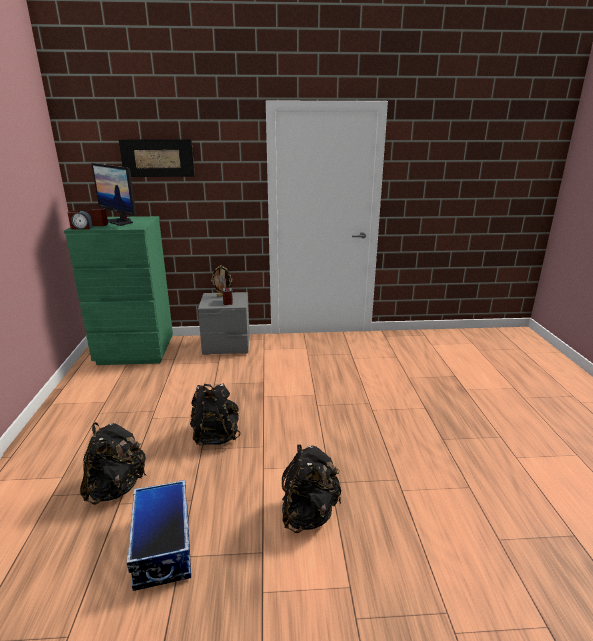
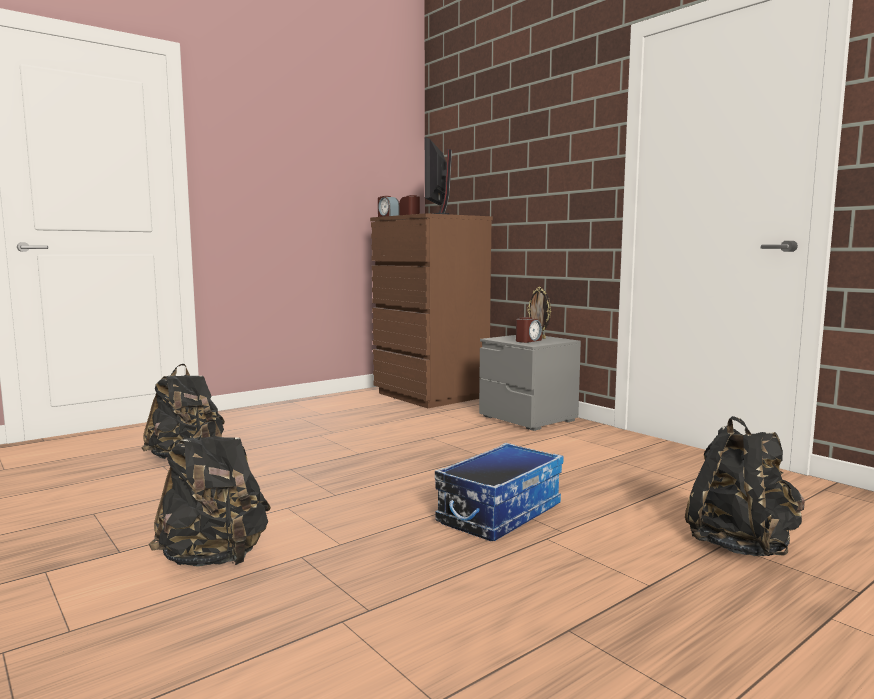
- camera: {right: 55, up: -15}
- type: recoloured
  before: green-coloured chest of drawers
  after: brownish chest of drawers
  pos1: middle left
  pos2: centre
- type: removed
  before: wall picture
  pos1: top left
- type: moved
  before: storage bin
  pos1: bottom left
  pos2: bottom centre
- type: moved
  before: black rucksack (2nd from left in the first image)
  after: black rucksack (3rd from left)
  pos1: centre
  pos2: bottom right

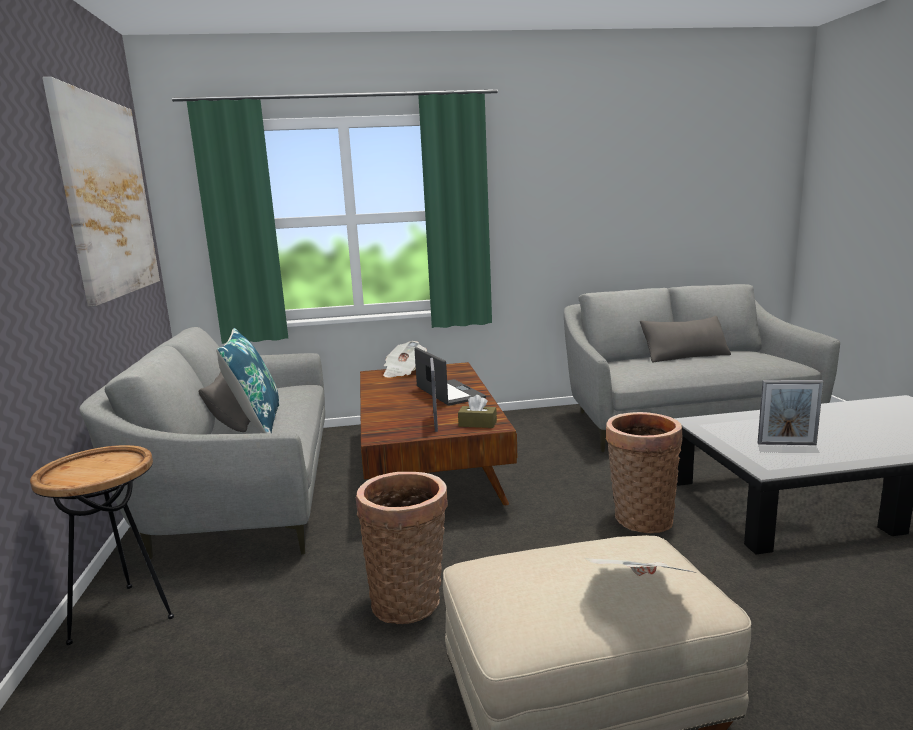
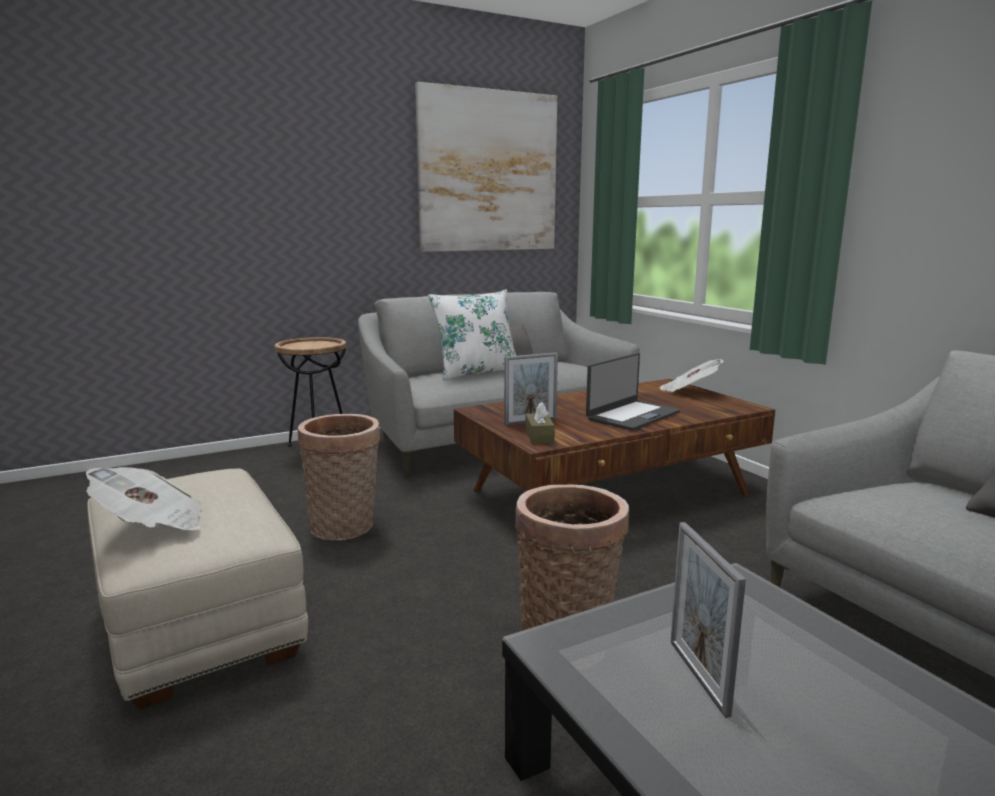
- camera: {right: 70, up: 0}
- type: recoloured
  before: blue pillow
  after: whitish pillow
  pos1: middle left
  pos2: centre

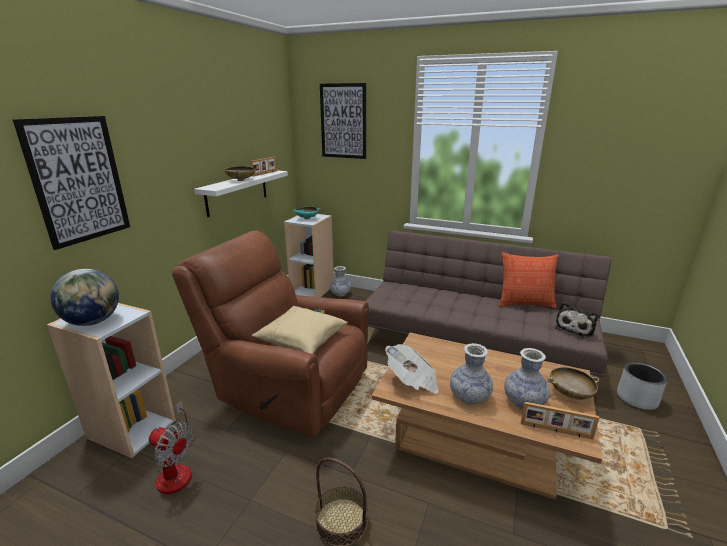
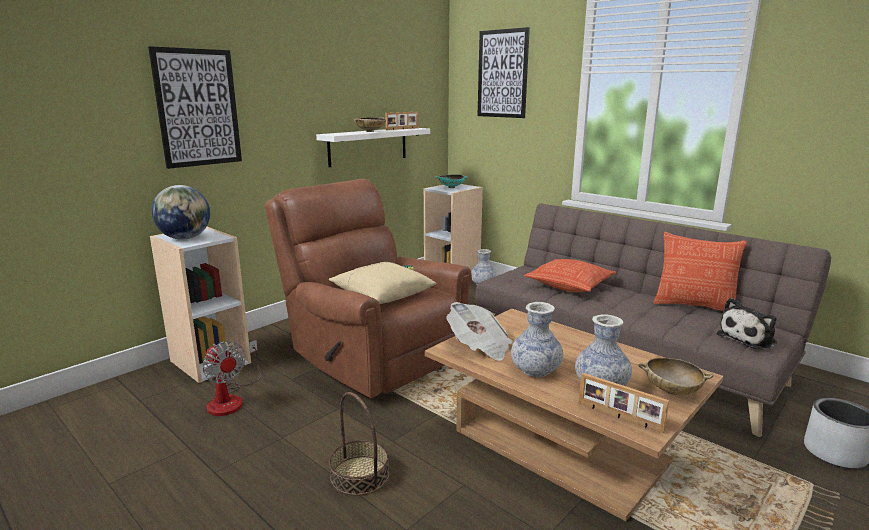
- camera: {right: 20, up: -5}
- type: added
  after: orange-coloured pillow (1st from left)
  pos2: centre

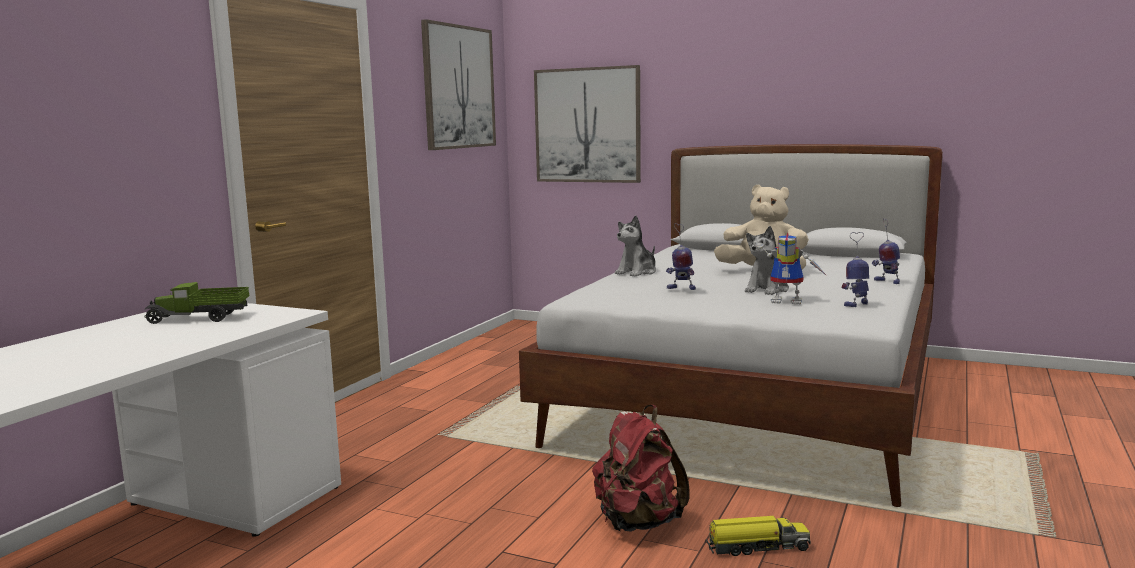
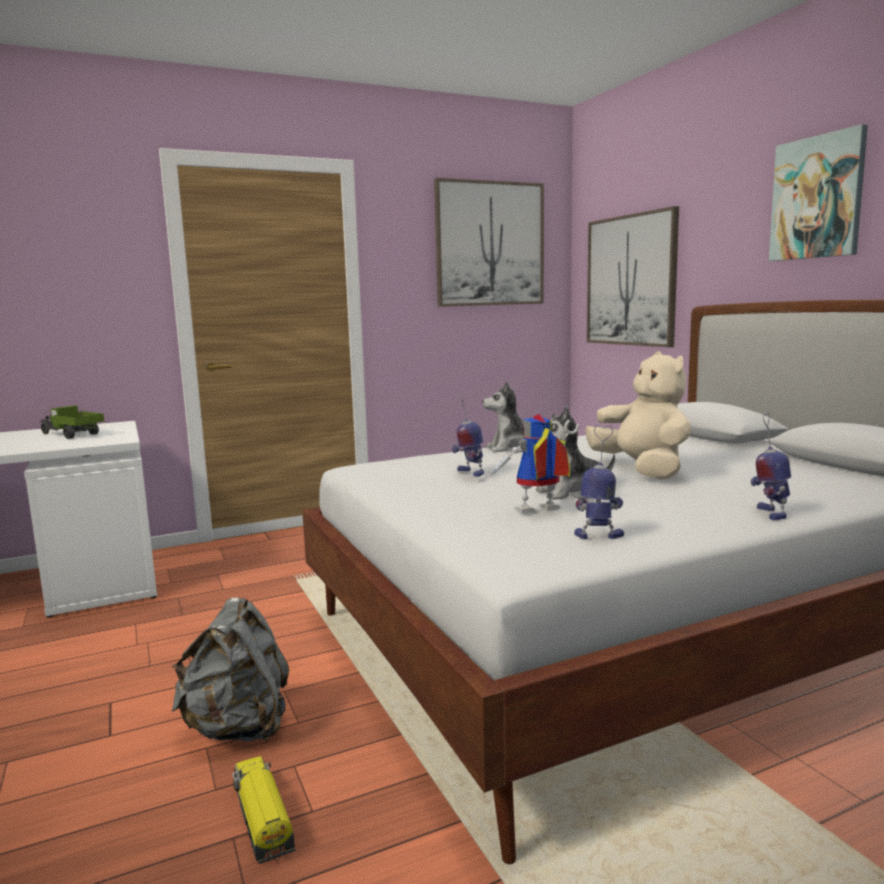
- camera: {right: 40, up: 0}
- type: recoloured
  before: reddish rucksack
  after: gray rucksack
  pos1: bottom centre
  pos2: bottom left
- type: turned
  before: toy truck (2nd from left)
  pos1: bottom right
  pos2: bottom left
  turn: -150
- type: turned
  before: robot figure (2nd from left)
  pos1: middle right
  pos2: centre
  turn: 105
- type: added
  after: wall picture (3rd from left)
  pos2: top right

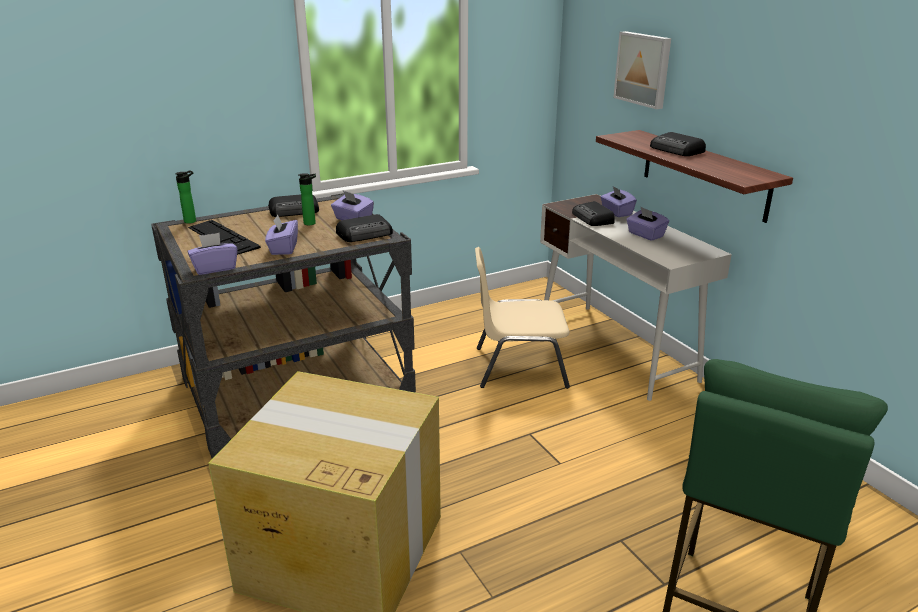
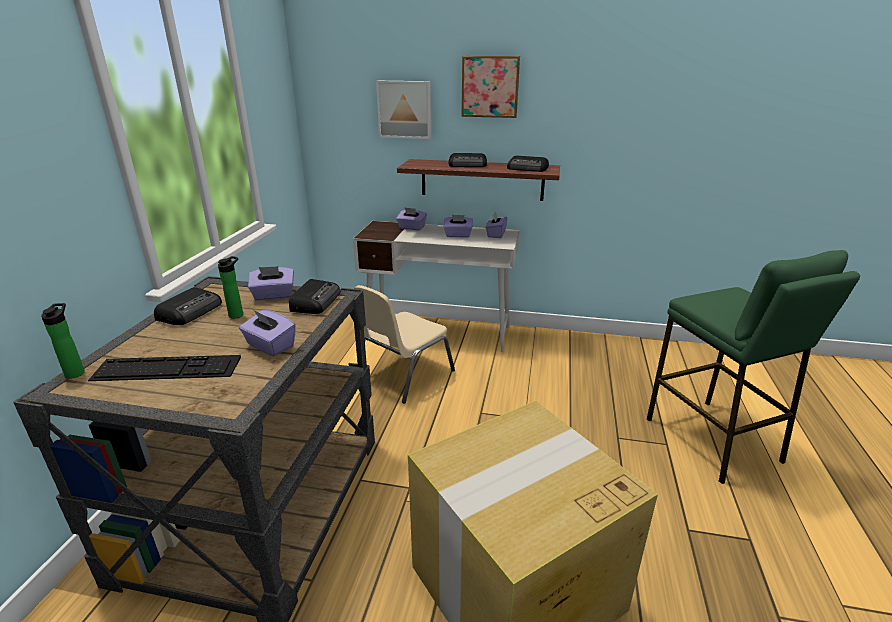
- camera: {right: -50, up: 0}
- type: moved
  before: purple-coloured tissue box (1st from left in the first image)
  after: purple-coloured tissue box (5th from left)
  pos1: middle left
  pos2: centre
- type: moved
  before: radio receiver (3rd from left in the first image)
  after: radio receiver (4th from left)
  pos1: centre
  pos2: top centre
- type: added
  after: wall picture (2nd from left)
  pos2: top centre

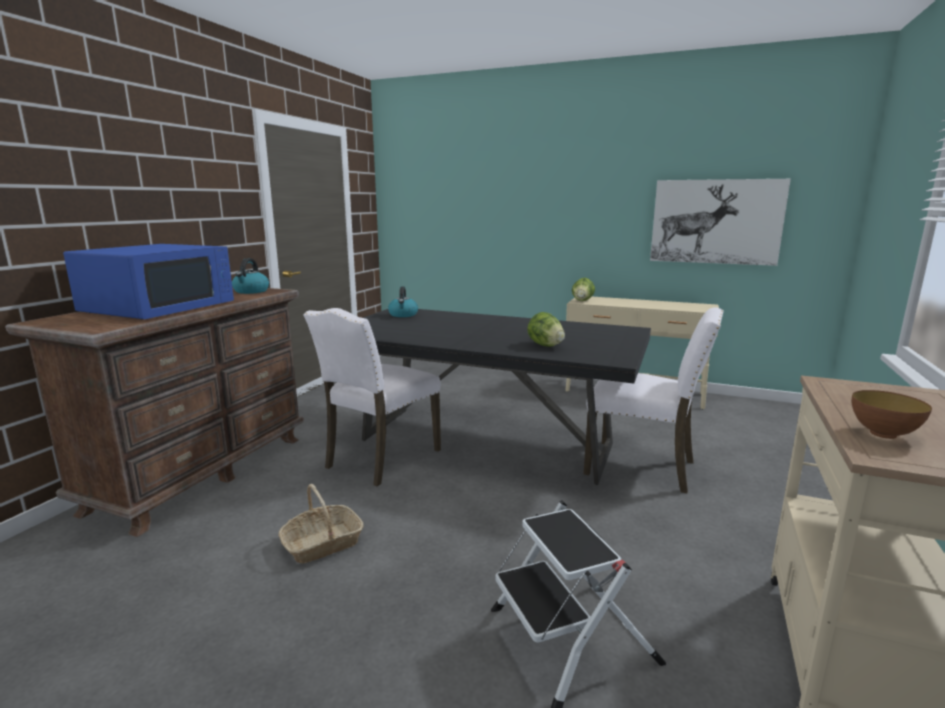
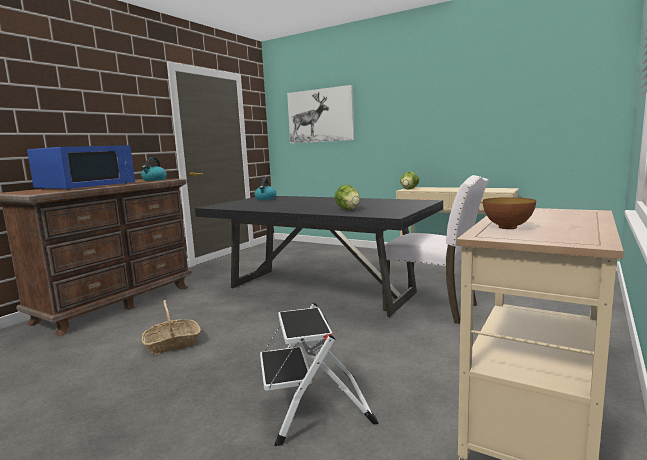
- camera: {right: 10, up: -5}
- type: removed
  before: whitish plain chair (1st from left)
  pos1: centre
- type: moved
  before: wall picture
  pos1: top right
  pos2: top centre

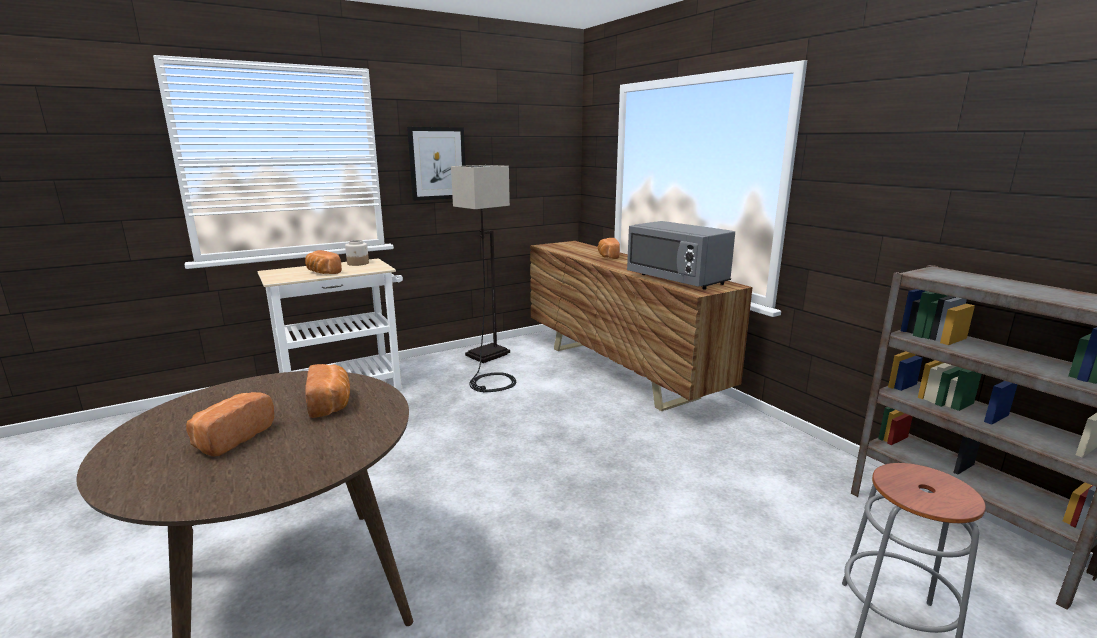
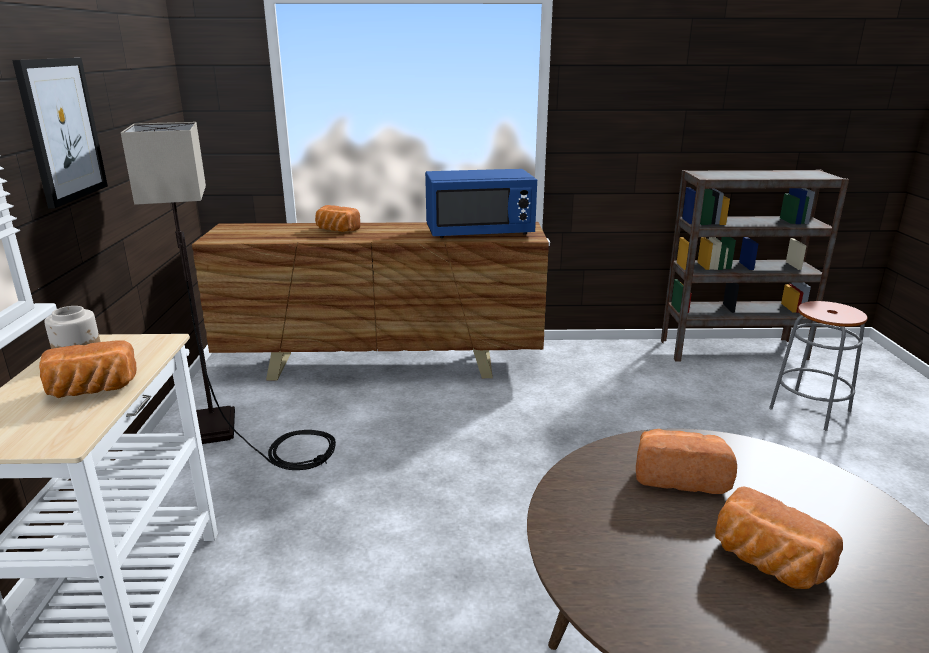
- camera: {right: -60, up: 5}
- type: recoloured
  before: gray microwave
  after: blue microwave
  pos1: centre
  pos2: top centre

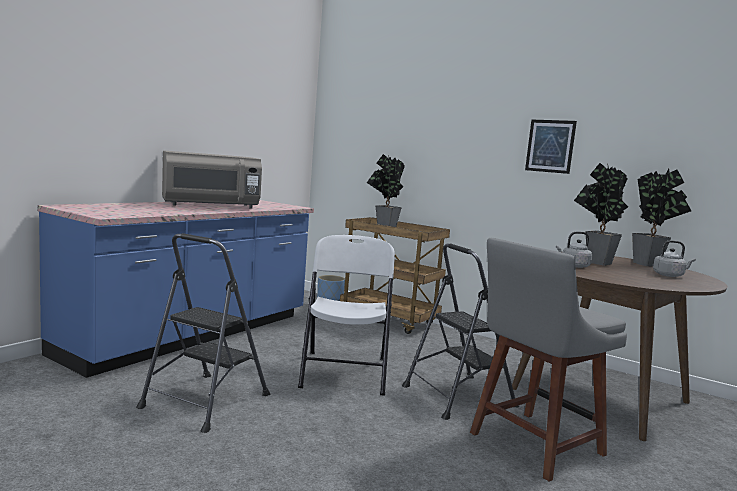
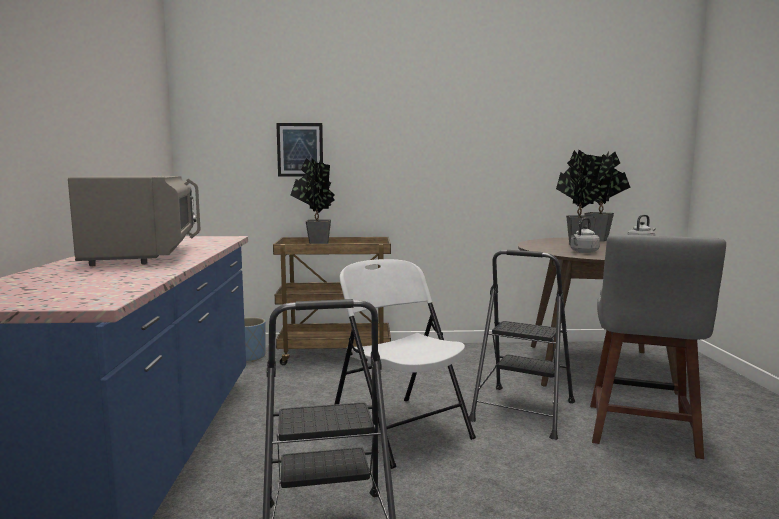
- camera: {right: -35, up: 0}
- type: turned
  before: gray microwave
  pos1: middle left
  pos2: middle left
  turn: -45
- type: moved
  before: wall picture
  pos1: top right
  pos2: top centre

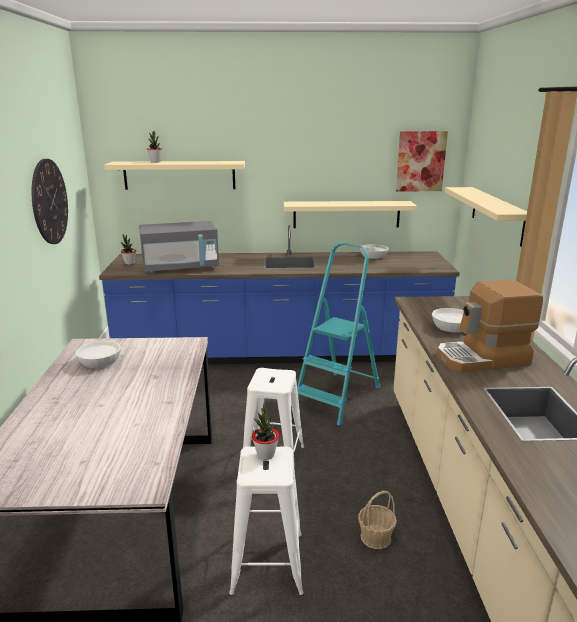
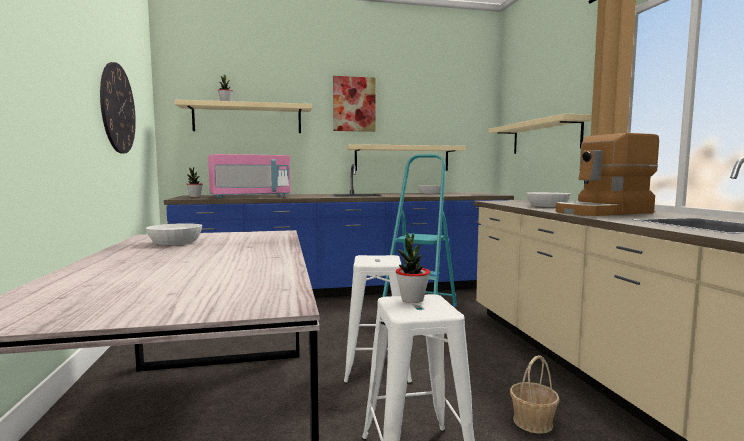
- camera: {right: -10, up: -15}
- type: recoloured
  before: gray microwave
  after: pink microwave
  pos1: middle left
  pos2: centre
- type: moved
  before: wall picture
  pos1: top right
  pos2: top centre

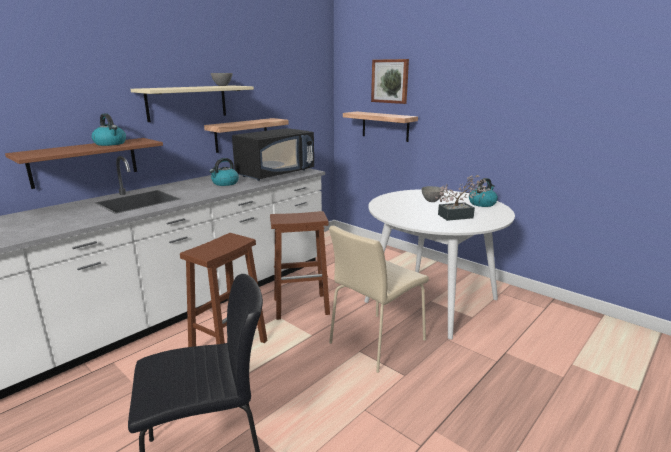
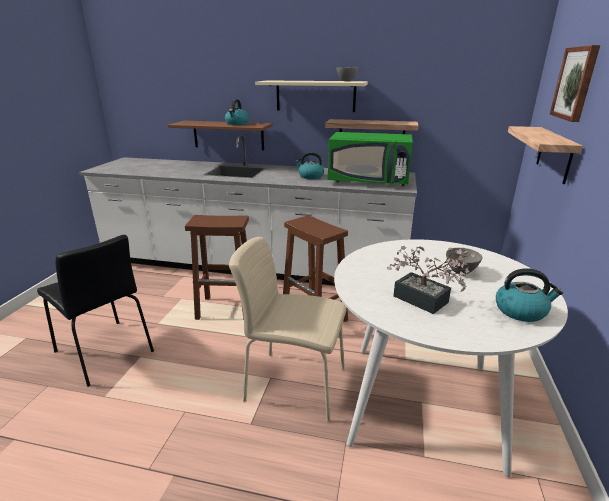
- camera: {right: 60, up: 5}
- type: recoloured
  before: black microwave
  after: green-coloured microwave
  pos1: centre
  pos2: top centre

